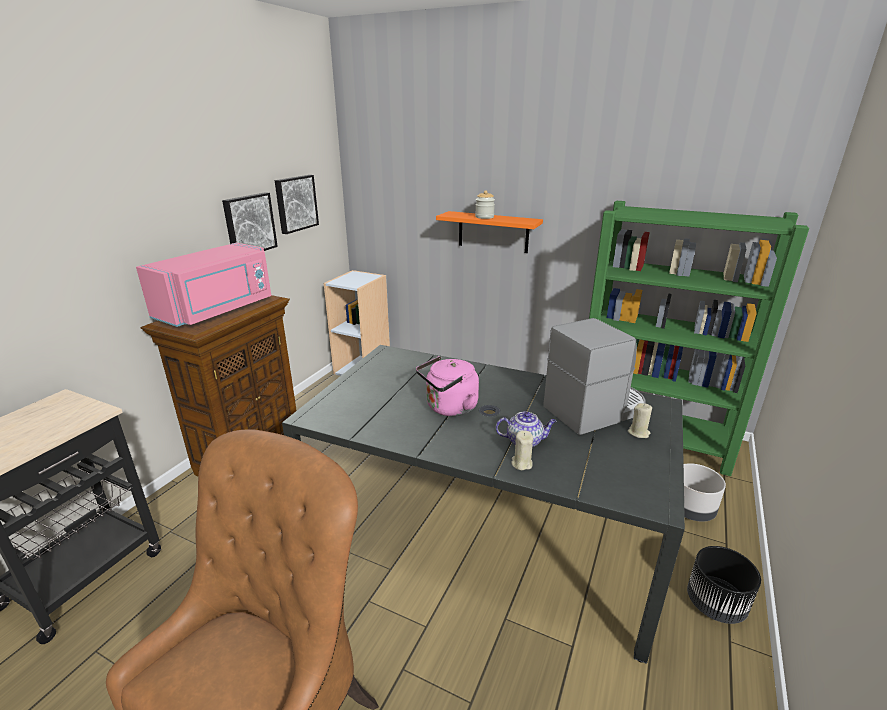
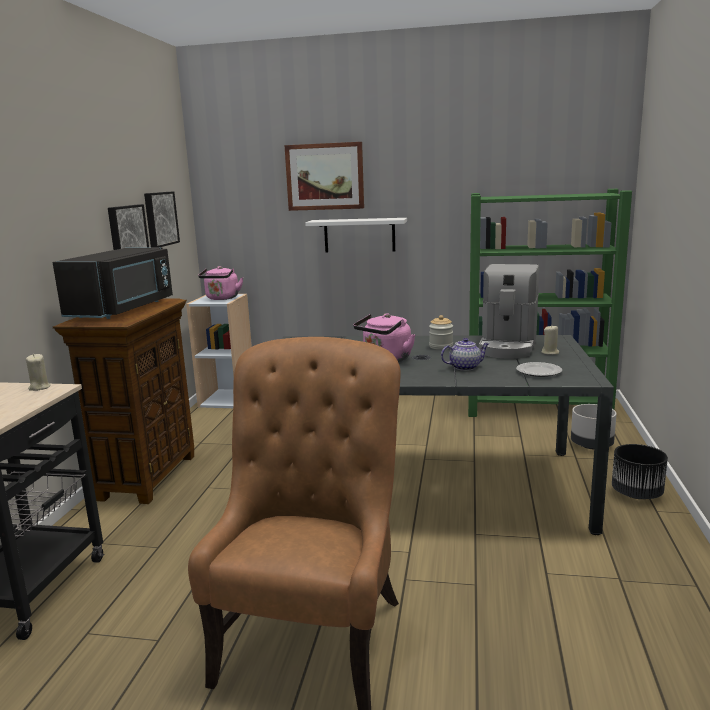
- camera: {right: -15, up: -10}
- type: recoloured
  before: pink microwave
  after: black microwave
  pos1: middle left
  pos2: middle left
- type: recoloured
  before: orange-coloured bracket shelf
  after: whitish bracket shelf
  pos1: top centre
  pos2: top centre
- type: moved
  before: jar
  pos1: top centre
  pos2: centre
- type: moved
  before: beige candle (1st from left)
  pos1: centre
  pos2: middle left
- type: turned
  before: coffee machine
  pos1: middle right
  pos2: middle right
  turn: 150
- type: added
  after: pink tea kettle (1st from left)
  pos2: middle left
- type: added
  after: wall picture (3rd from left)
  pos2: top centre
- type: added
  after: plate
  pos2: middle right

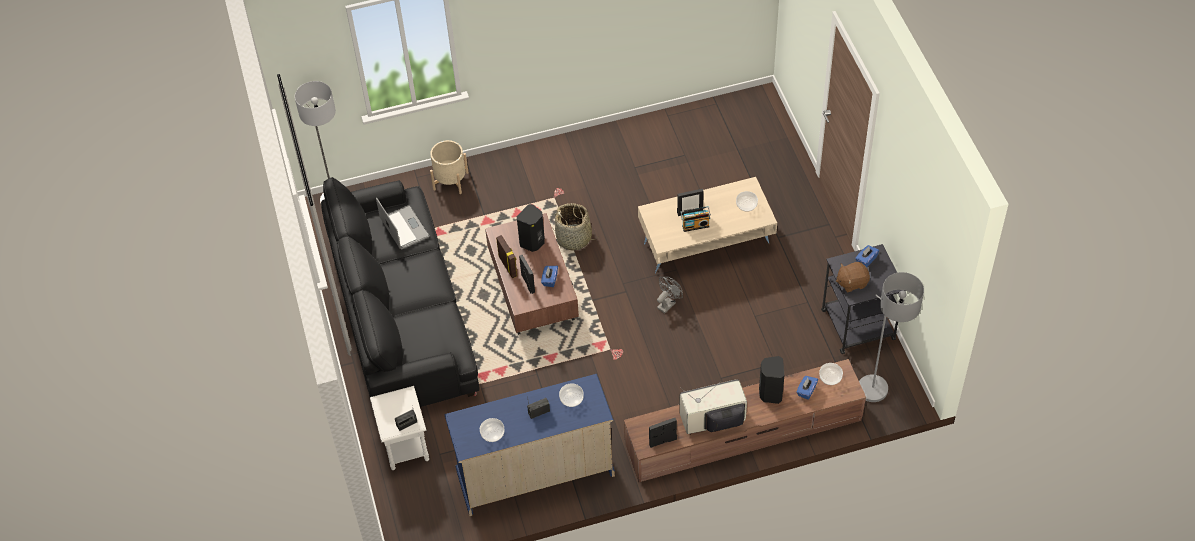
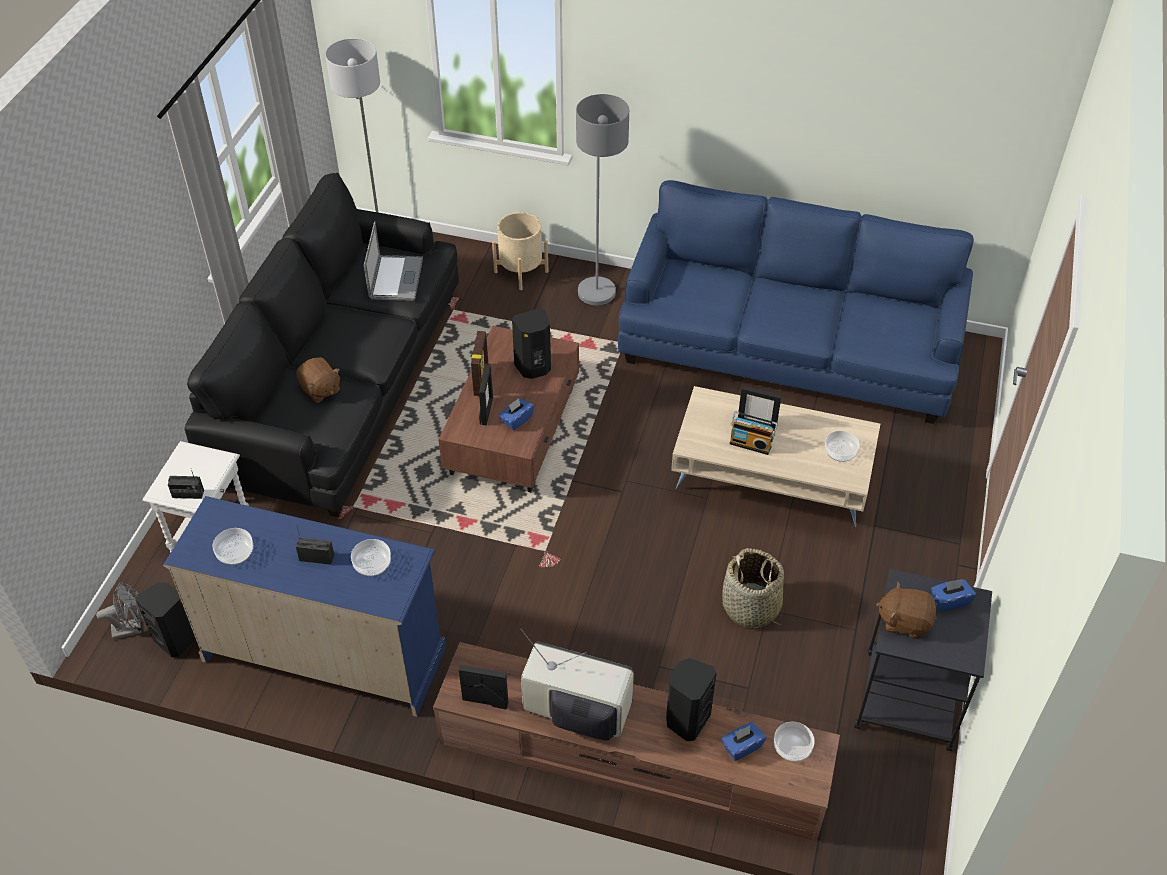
- camera: {right: 30, up: -5}
- type: moved
  before: household basket
  pos1: centre
  pos2: bottom centre
- type: moved
  before: gray cooling fan
  pos1: centre
  pos2: bottom left
- type: moved
  before: gray standard lamp (2nd from left)
  pos1: middle right
  pos2: top centre
- type: added
  after: black loudspeaker (1st from left)
  pos2: bottom left
- type: added
  after: brownish plush toy (1st from left)
  pos2: middle left
- type: added
  after: blue settee
  pos2: middle right

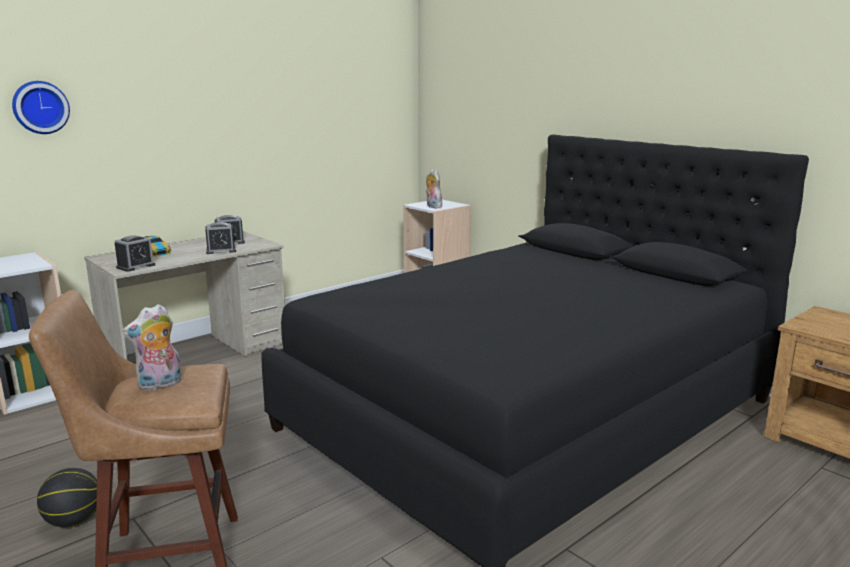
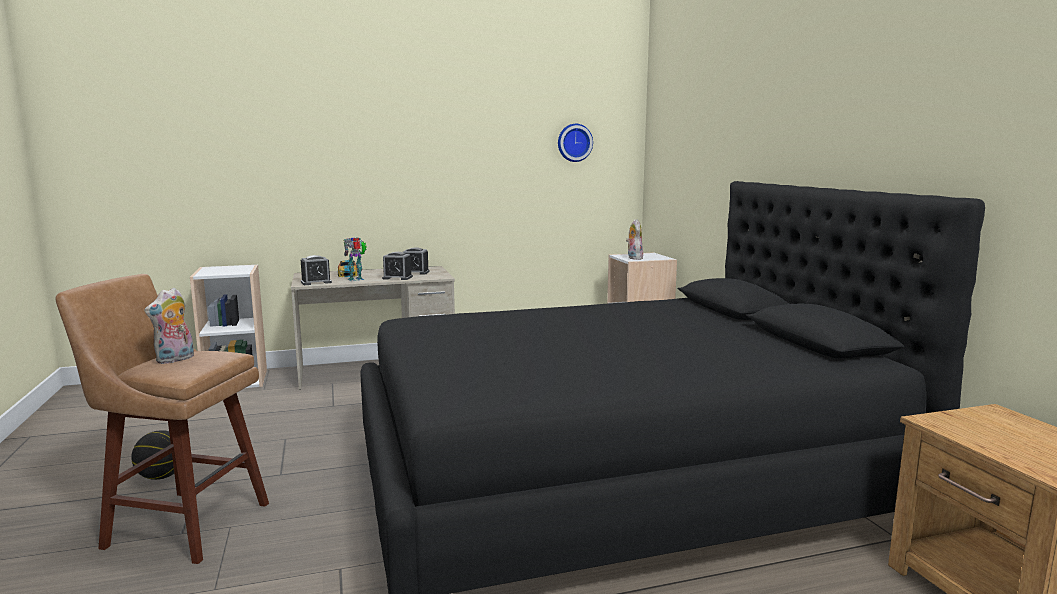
- camera: {right: 25, up: -5}
- type: moved
  before: clock on the wall
  pos1: top left
  pos2: top centre
- type: turned
  before: plush toy (1st from left)
  pos1: middle left
  pos2: middle left
  turn: -45
- type: added
  after: robot figure
  pos2: centre

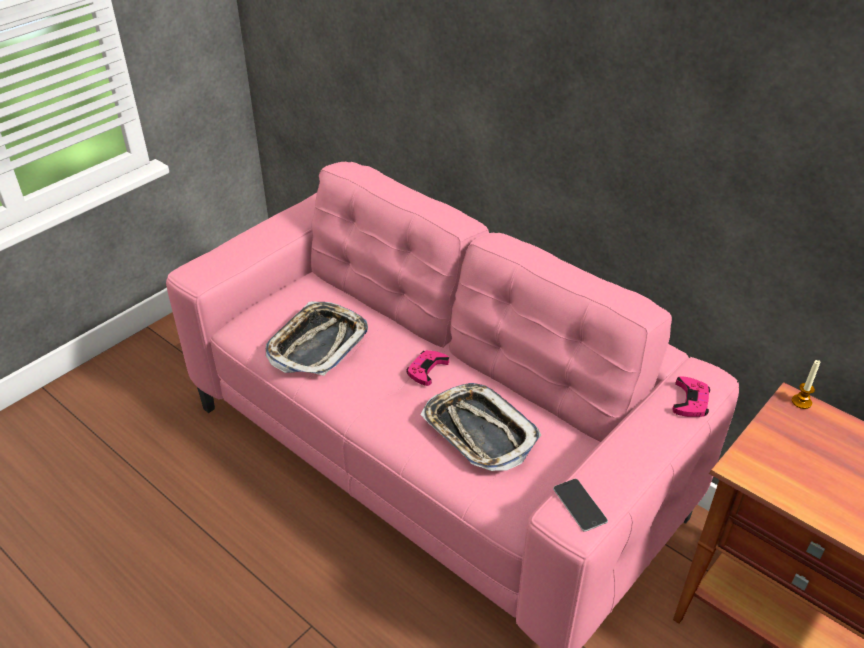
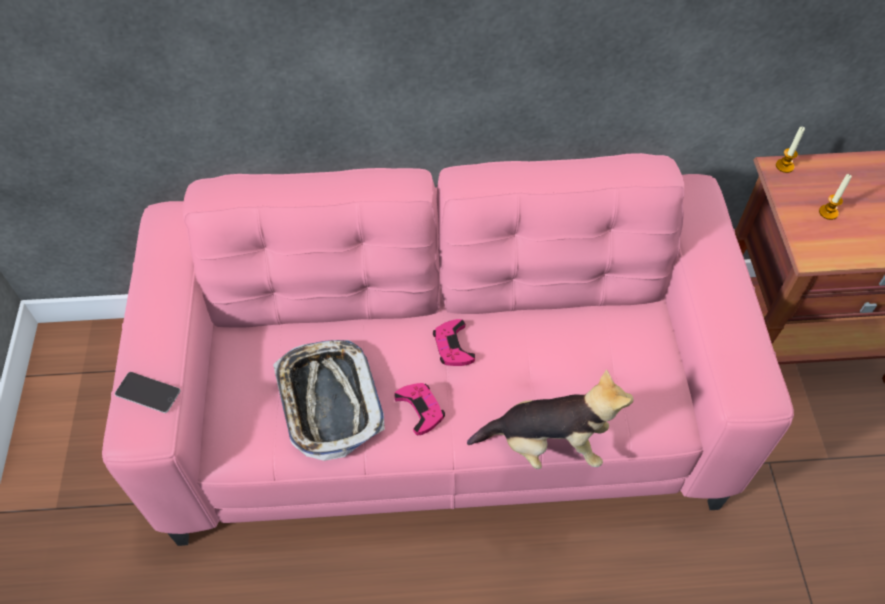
- camera: {right: -45, up: 15}
- type: removed
  before: tray (2nd from left)
  pos1: centre
- type: moved
  before: telephone
  pos1: bottom right
  pos2: middle left
- type: moved
  before: pink joypad (2nd from left in the first image)
  after: pink joypad (1st from left)
  pos1: middle right
  pos2: bottom centre
- type: added
  after: plush toy
  pos2: bottom centre
- type: added
  after: candle (2nd from left)
  pos2: top right

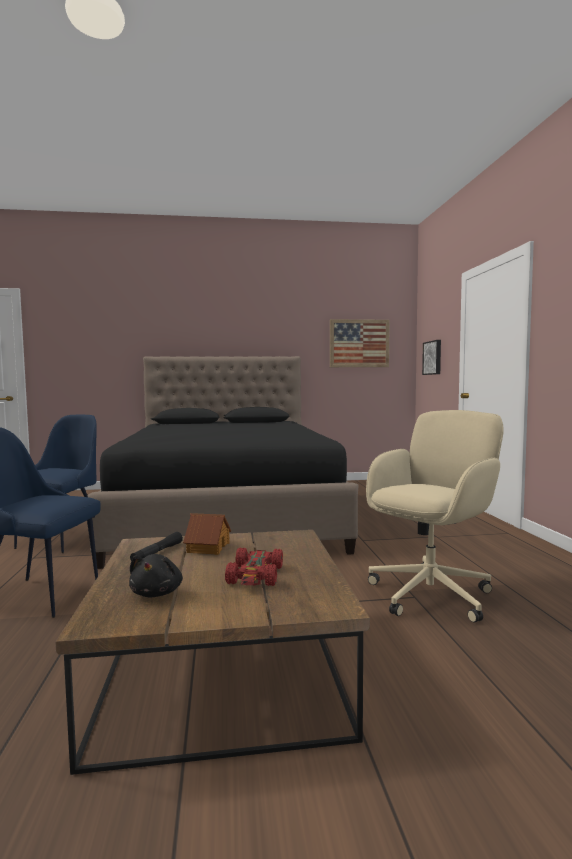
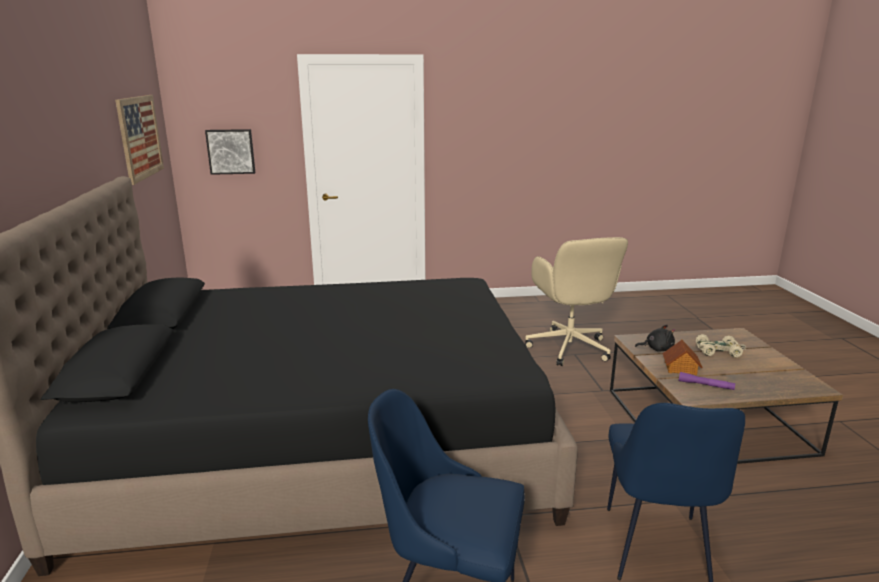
- camera: {right: -90, up: 15}
- type: moved
  before: black plush toy
  pos1: bottom left
  pos2: middle right
- type: recoloured
  before: black hand torch
  after: purple-coloured hand torch
  pos1: middle left
  pos2: middle right
- type: recoloured
  before: reddish toy car
  after: beige toy car
  pos1: centre
  pos2: middle right
- type: turned
  before: beige office chair
  pos1: middle right
  pos2: centre
  turn: -150

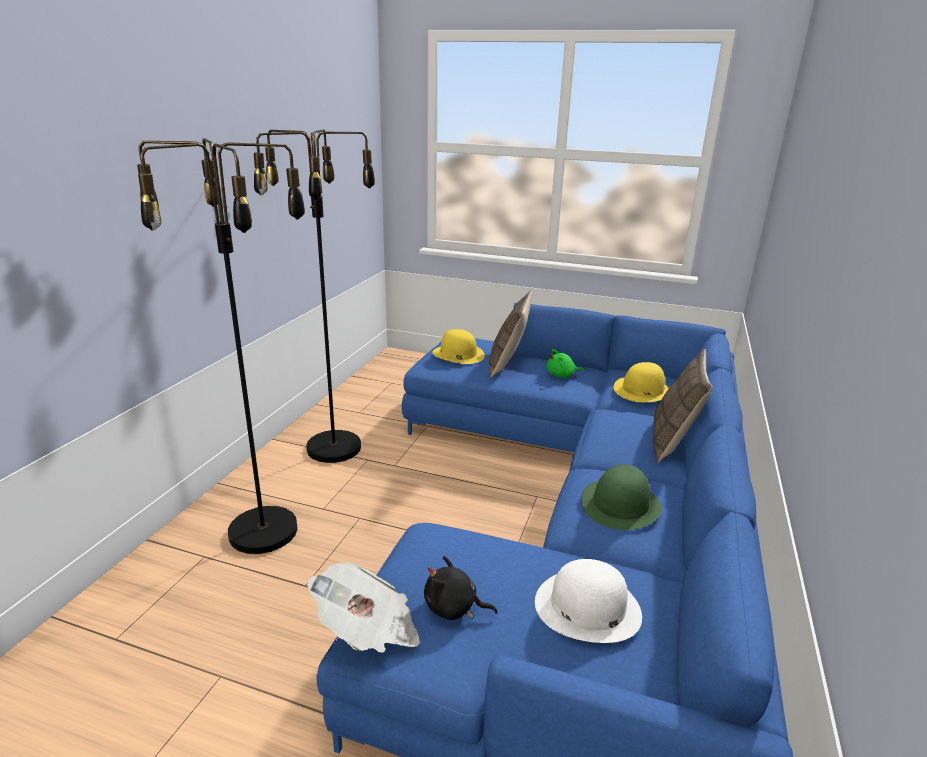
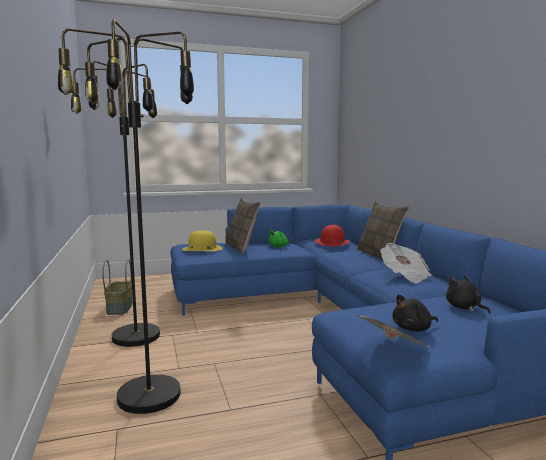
- camera: {right: -35, up: -15}
- type: replaced
  before: whitish clothing hat
  after: black plush toy (2nd from left)
  pos1: bottom centre
  pos2: middle right
- type: replaced
  before: green-coloured clothing hat
  after: printed paper (2nd from left)
  pos1: middle right
  pos2: middle right
- type: recoloured
  before: yellow clothing hat (2nd from left)
  after: reddish clothing hat
  pos1: middle right
  pos2: centre
- type: added
  after: household basket
  pos2: middle left

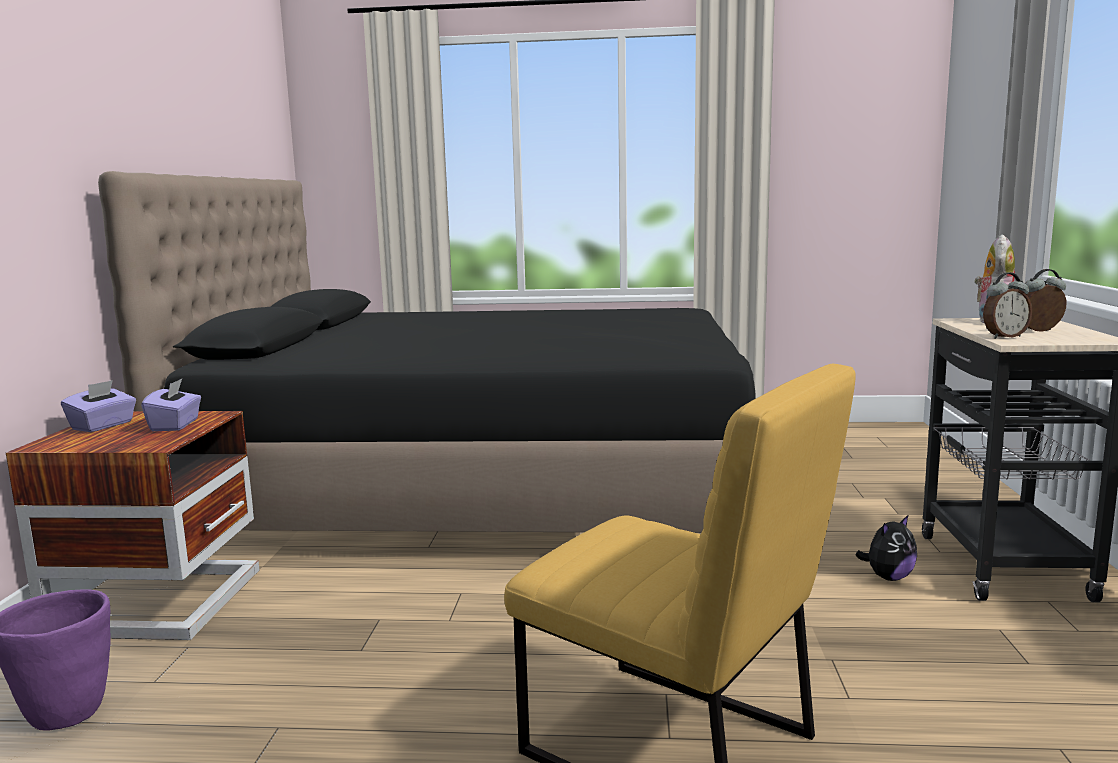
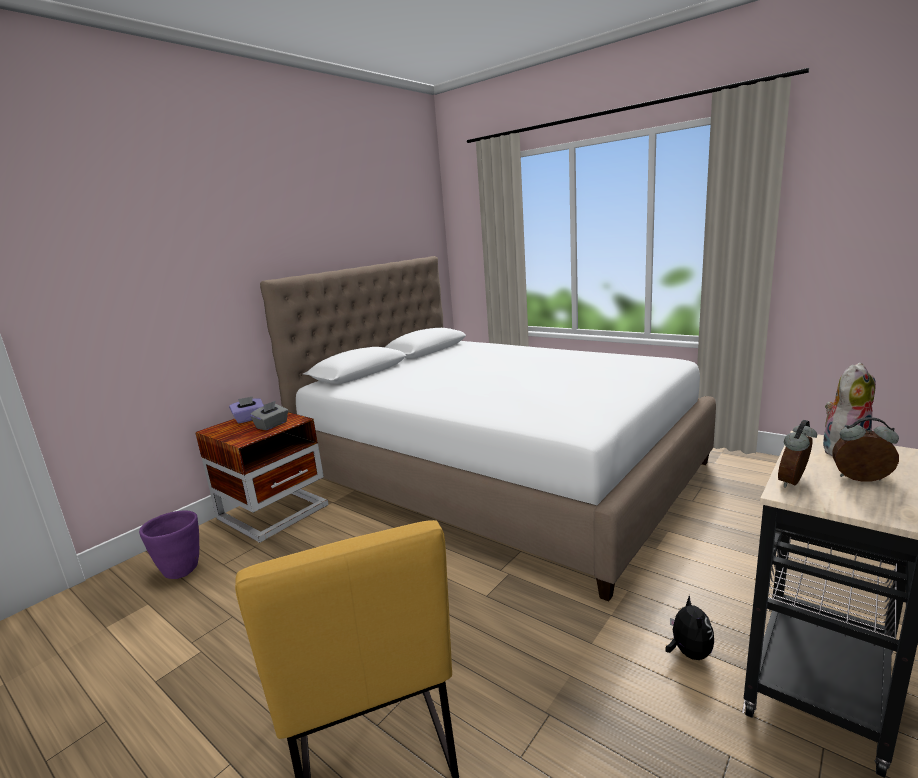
- camera: {right: 35, up: 5}
- type: recoloured
  before: black bedroom bed
  after: whitish bedroom bed
  pos1: centre
  pos2: centre
- type: recoloured
  before: purple-coloured tissue box (2nd from left)
  after: gray tissue box
  pos1: middle left
  pos2: middle left
- type: turned
  before: plush toy (1st from left)
  pos1: bottom right
  pos2: bottom right
  turn: -90
- type: turned
  before: bedside clock (1st from left)
  pos1: middle right
  pos2: middle right
  turn: 120

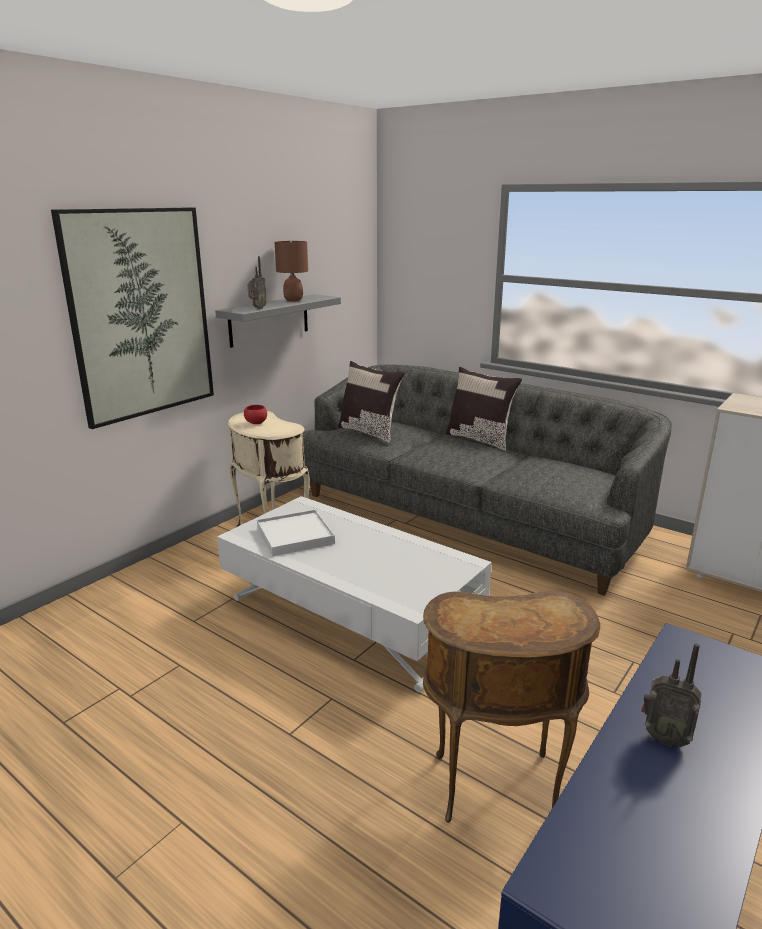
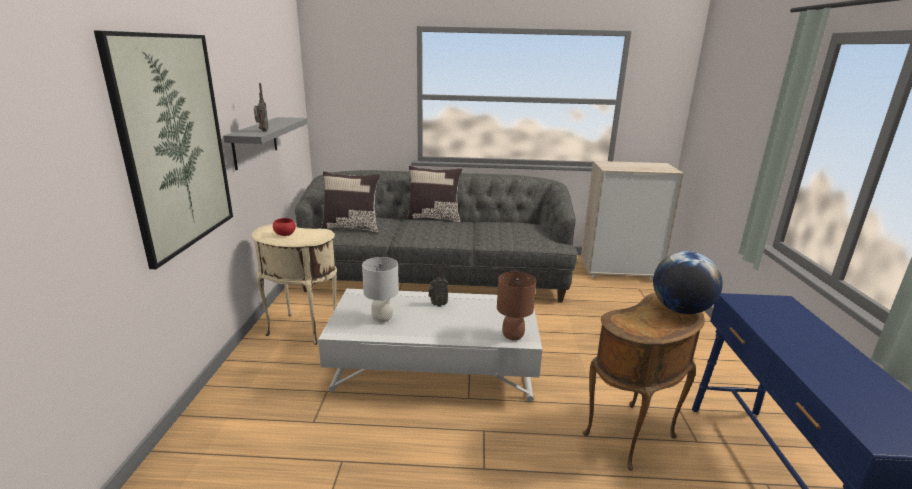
- camera: {right: -35, up: 0}
- type: replaced
  before: whitish tray
  after: gray table lamp
  pos1: centre
  pos2: centre
- type: moved
  before: brownish table lamp
  pos1: top centre
  pos2: centre
- type: moved
  before: radio receiver (2nd from left)
  pos1: bottom right
  pos2: centre
- type: added
  after: world globe
  pos2: middle right

